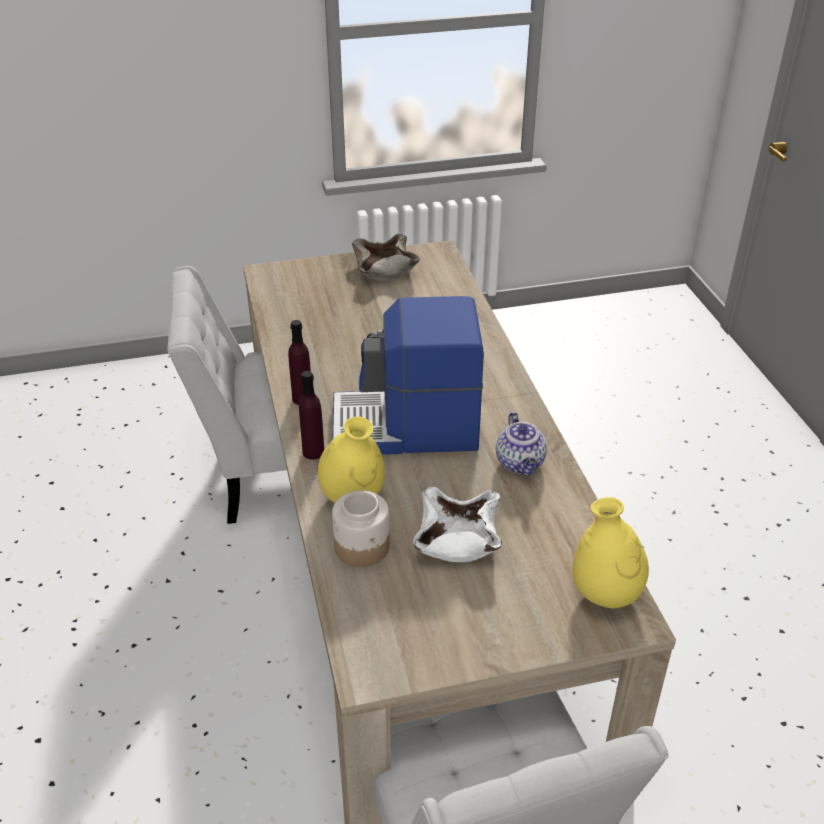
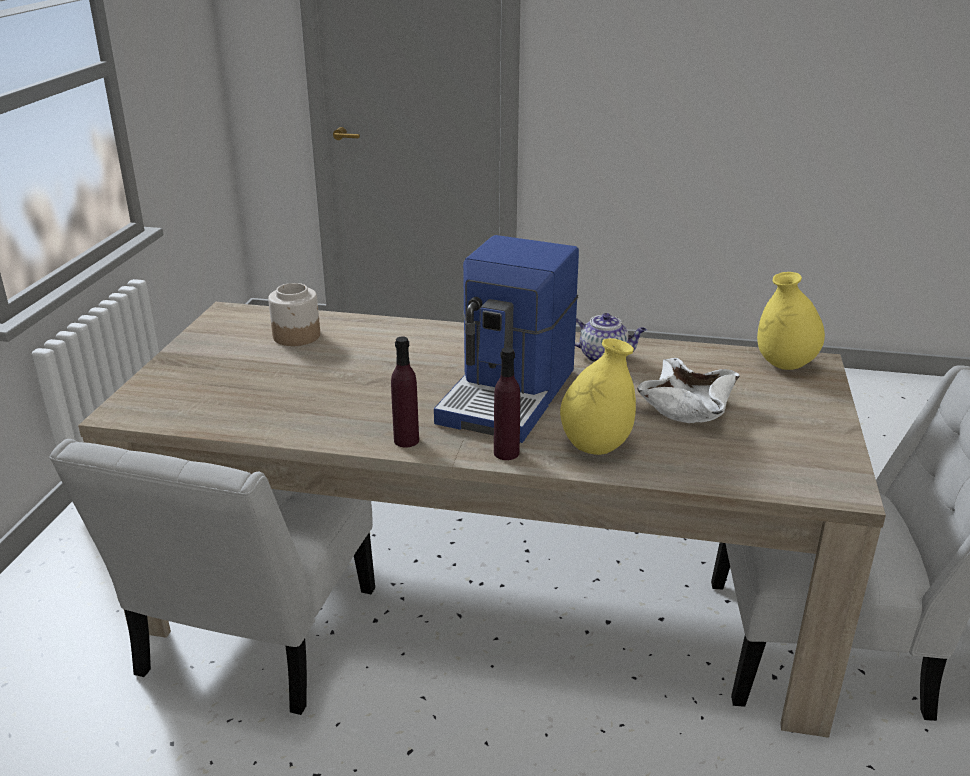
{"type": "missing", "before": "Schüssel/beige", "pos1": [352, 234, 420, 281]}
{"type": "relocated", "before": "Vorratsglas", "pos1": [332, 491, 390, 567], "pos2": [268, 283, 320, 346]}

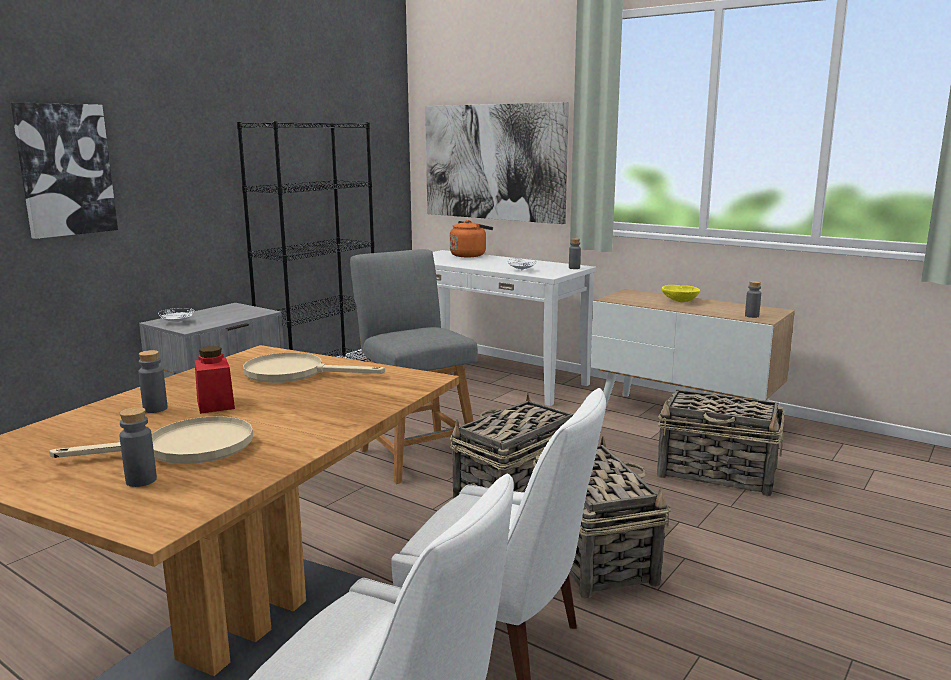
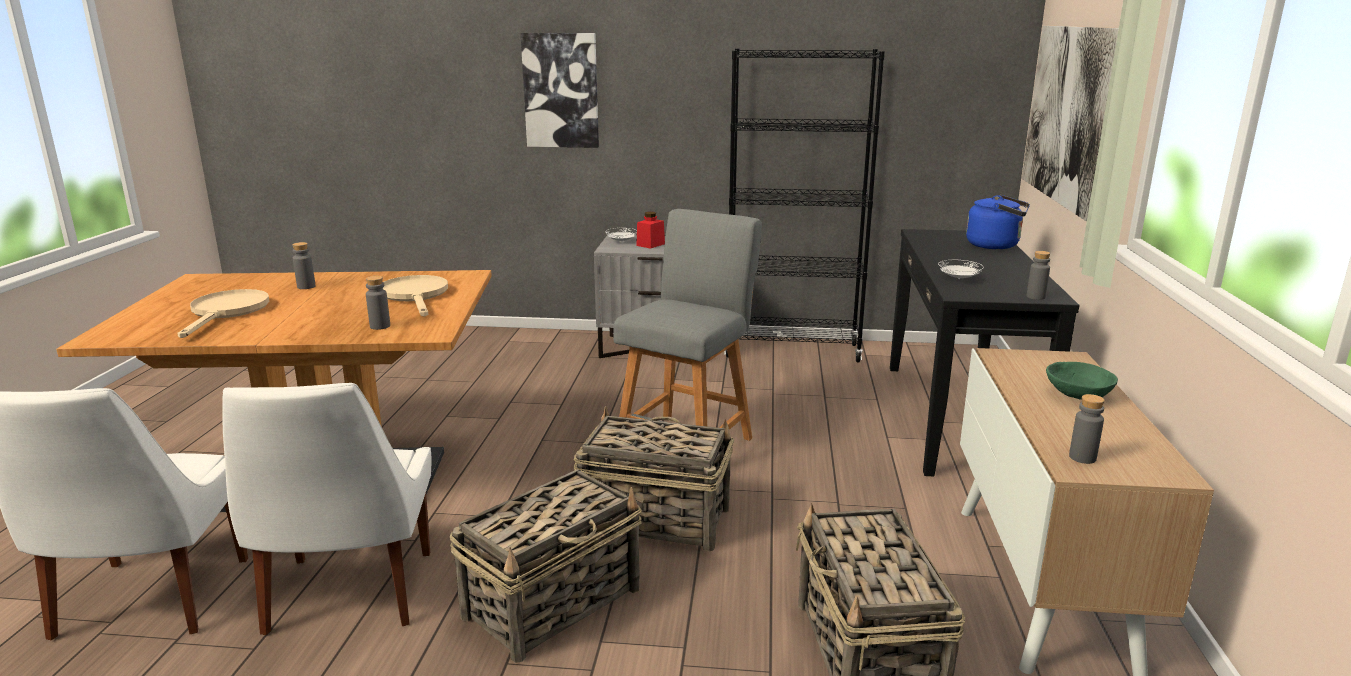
{"type": "relocated", "before": "Flasche/grau", "pos1": [119, 407, 157, 487], "pos2": [366, 276, 390, 330]}
{"type": "relocated", "before": "Vorratsglas/rot", "pos1": [195, 346, 235, 414], "pos2": [636, 212, 665, 249]}
{"type": "colour", "before": "Konsolentisch/weiß", "after": "Konsolentisch/schwarz", "pos1": [433, 250, 596, 406], "pos2": [890, 229, 1079, 477]}
{"type": "colour", "before": "Wasserkessel/orange", "after": "Wasserkessel/blau", "pos1": [450, 220, 493, 257], "pos2": [966, 195, 1030, 249]}
{"type": "colour", "before": "Schüssel/gelb", "after": "Schüssel/grün", "pos1": [662, 285, 700, 302], "pos2": [1046, 362, 1118, 400]}
{"type": "spun", "before": "Pfanne/beige", "pos1": [49, 416, 253, 464], "pos2": [177, 289, 269, 338], "turn": -135}

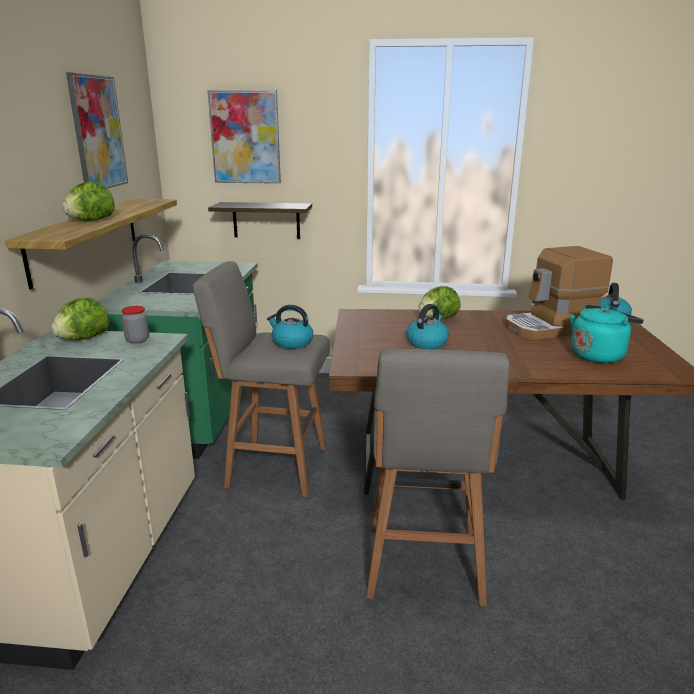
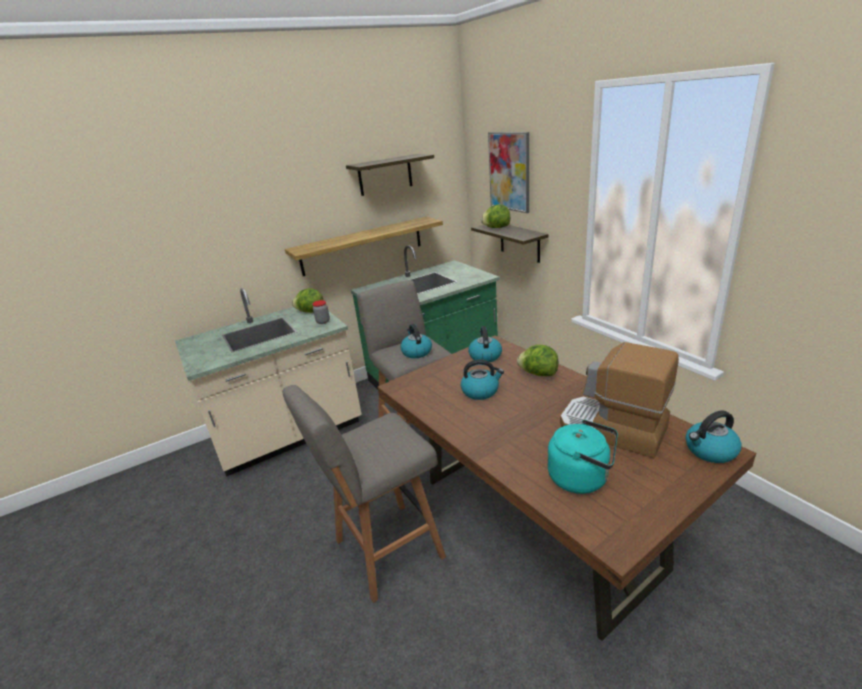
{"type": "appeared", "after": "Wasserkessel", "pos2": [468, 326, 502, 362]}
{"type": "relocated", "before": "Salatkopf", "pos1": [62, 181, 115, 221], "pos2": [481, 204, 510, 228]}
{"type": "exchanged", "before": "Bild", "after": "Wandregal", "pos1": [66, 72, 128, 188], "pos2": [346, 154, 434, 196]}

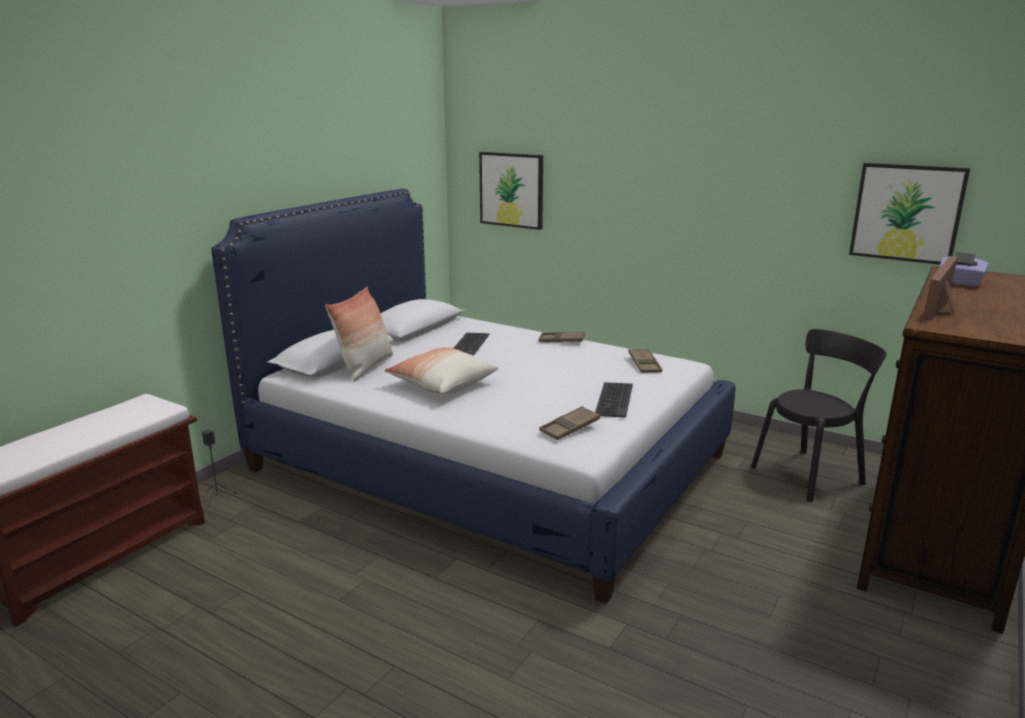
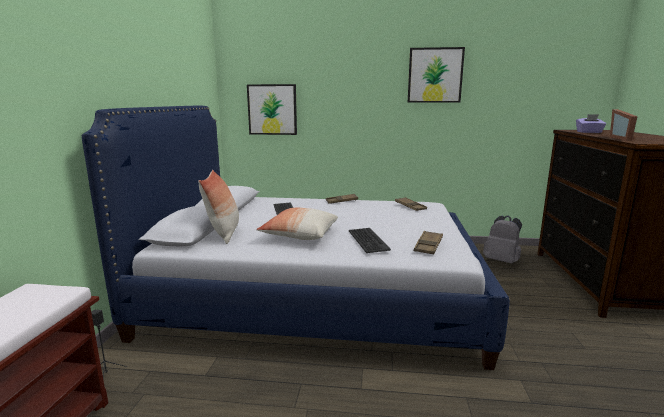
{"type": "relocated", "before": "Tastatur", "pos1": [595, 382, 633, 418], "pos2": [349, 228, 391, 253]}
{"type": "relocated", "before": "Bild", "pos1": [849, 163, 970, 265], "pos2": [408, 47, 465, 103]}
{"type": "exchanged", "before": "Stuhl/schwarz", "after": "Rucksack/grau", "pos1": [751, 329, 887, 502], "pos2": [483, 215, 522, 264]}

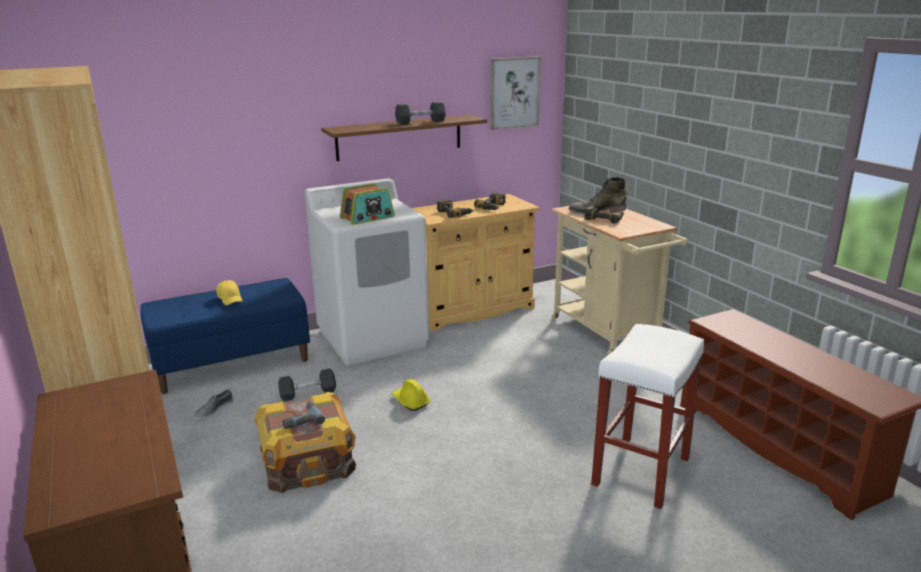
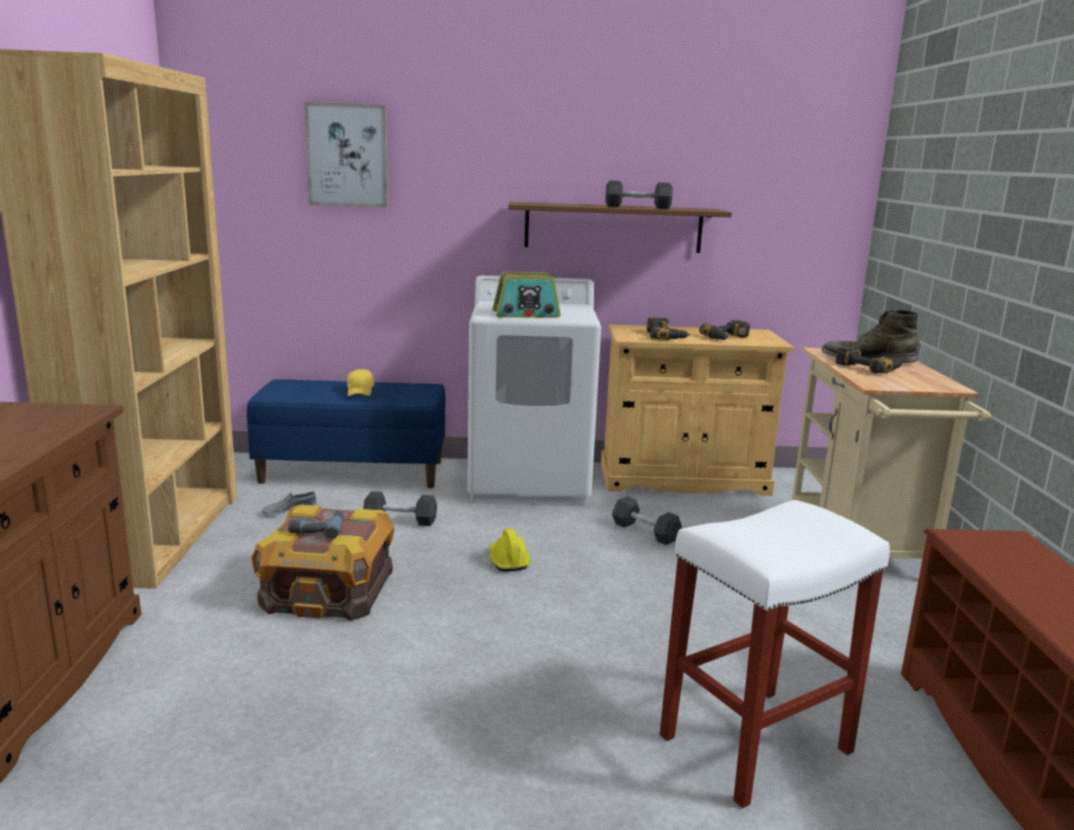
{"type": "appeared", "after": "Hantel/grau", "pos2": [612, 496, 682, 545]}
{"type": "relocated", "before": "Bild", "pos1": [491, 56, 541, 130], "pos2": [304, 102, 388, 208]}

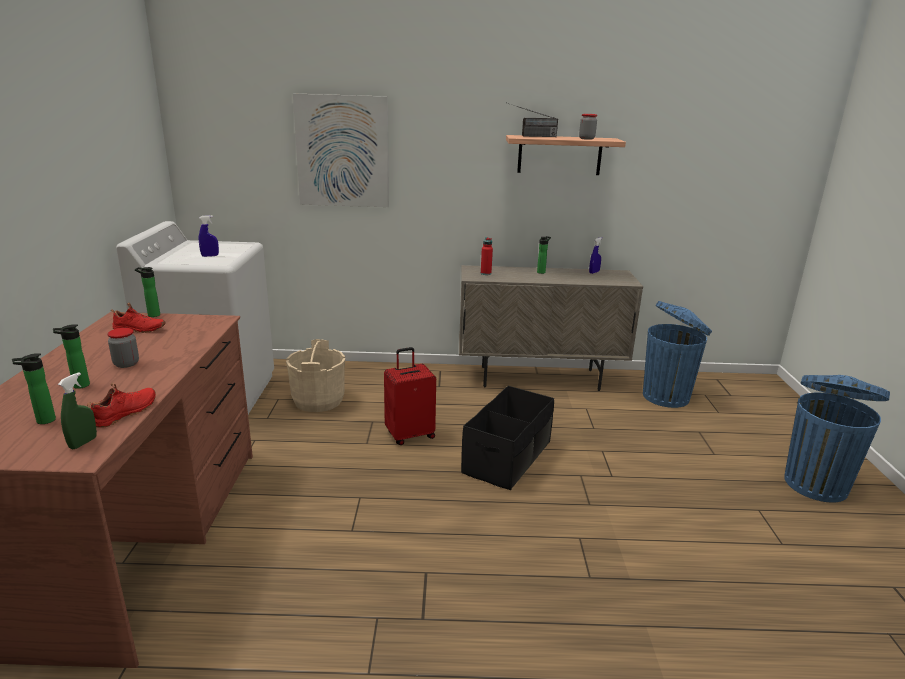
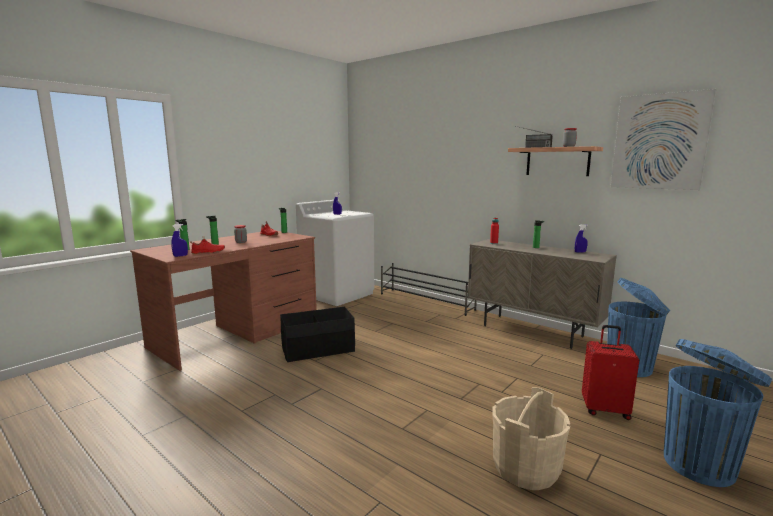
{"type": "appeared", "after": "Schuhregal/schwarz", "pos2": [381, 263, 477, 316]}
{"type": "relocated", "before": "Eimer/beige", "pos1": [286, 339, 345, 412], "pos2": [492, 387, 570, 490]}
{"type": "relocated", "before": "Bild", "pos1": [293, 93, 389, 207], "pos2": [611, 89, 716, 190]}
{"type": "relocated", "before": "Koffer/rot", "pos1": [384, 347, 436, 445], "pos2": [582, 325, 639, 420]}
{"type": "relocated", "before": "Aufbewahrungsbox/schwarz", "pos1": [461, 386, 554, 490], "pos2": [280, 307, 355, 362]}
{"type": "colour", "before": "Sprühflasche/grün", "after": "Sprühflasche/blau", "pos1": [58, 372, 97, 449], "pos2": [171, 224, 188, 257]}

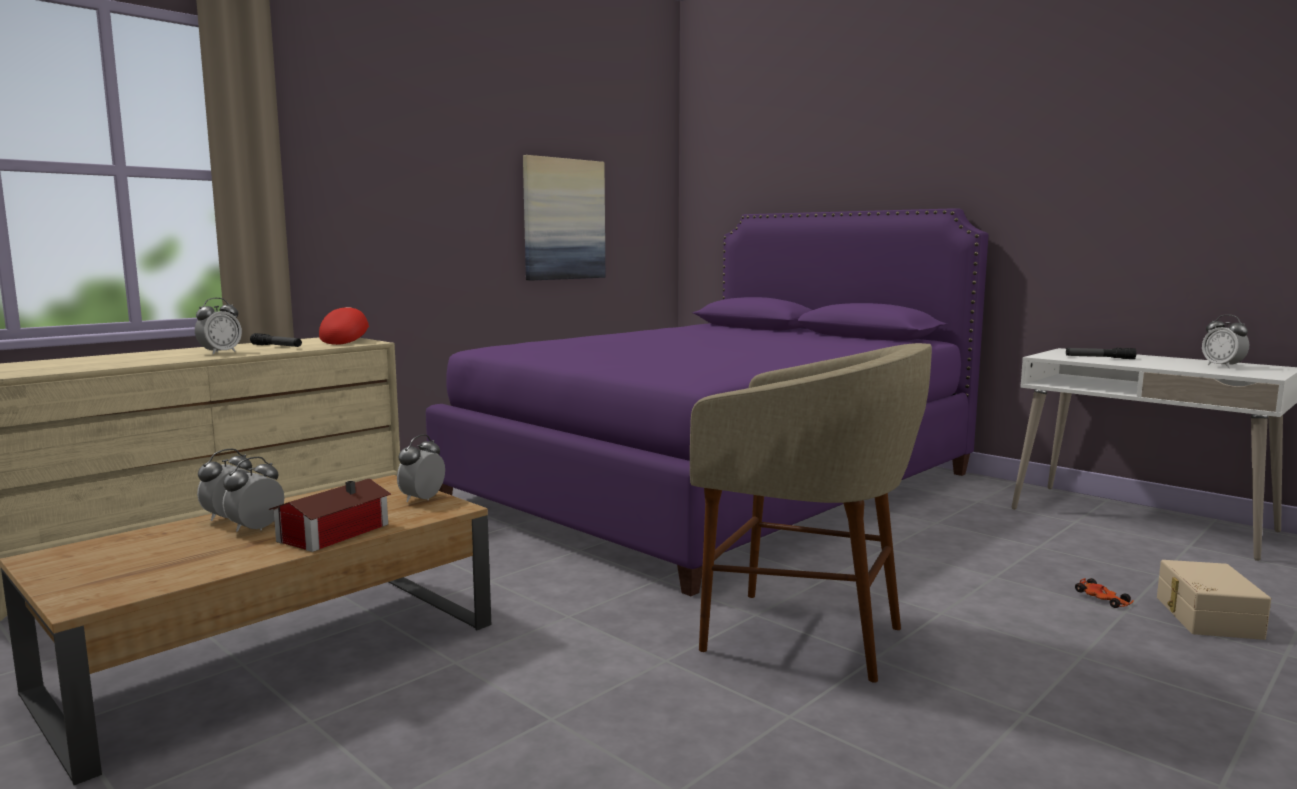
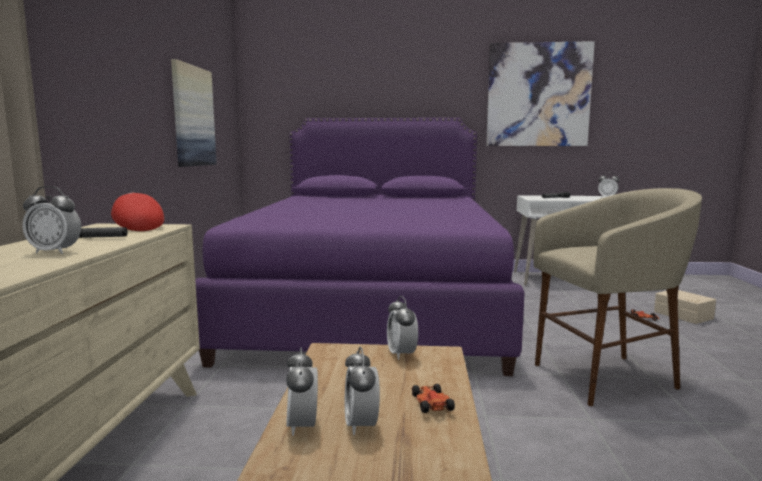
{"type": "appeared", "after": "Bild", "pos2": [486, 41, 595, 146]}
{"type": "exchanged", "before": "Spielzeughaus", "after": "Spielzeugauto", "pos1": [269, 478, 391, 552], "pos2": [411, 384, 455, 413]}
{"type": "spun", "before": "Wecker", "pos1": [195, 298, 242, 355], "pos2": [22, 186, 81, 254], "turn": 105}

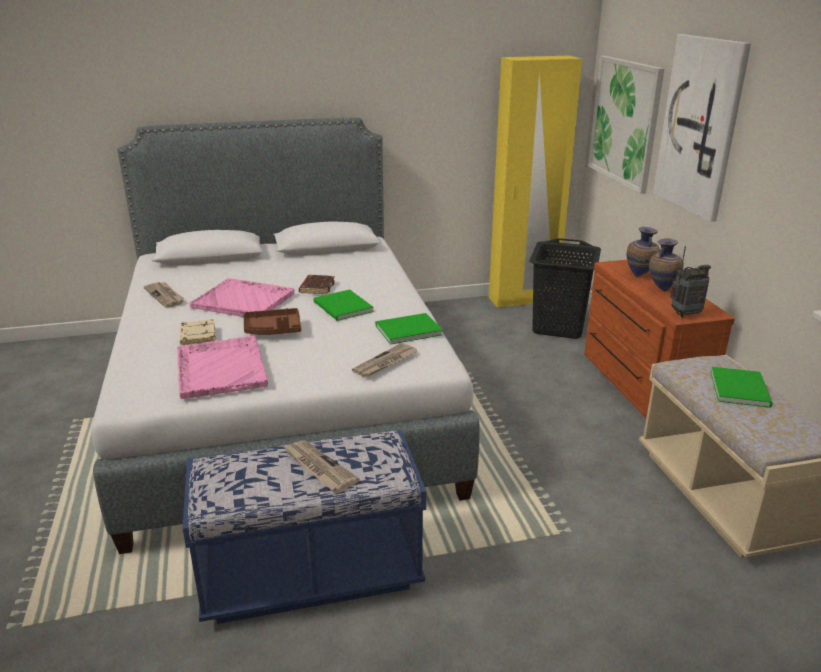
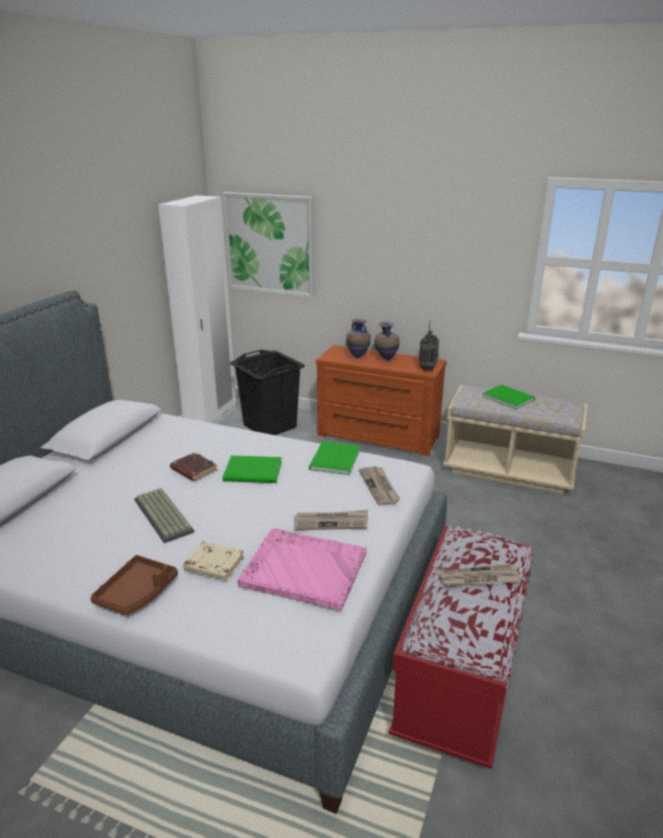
{"type": "missing", "before": "Bild", "pos1": [653, 34, 751, 222]}
{"type": "relocated", "before": "Zeitung", "pos1": [144, 282, 184, 308], "pos2": [294, 510, 368, 530]}
{"type": "relocated", "before": "Tablett/braun", "pos1": [244, 308, 301, 335], "pos2": [91, 555, 178, 615]}
{"type": "exchanged", "before": "Tablett/rosa", "after": "Tastatur", "pos1": [189, 278, 294, 317], "pos2": [134, 488, 194, 543]}
{"type": "colour", "before": "Bank/blau", "after": "Bank/rot", "pos1": [183, 430, 426, 624], "pos2": [389, 526, 534, 769]}
{"type": "colour", "before": "Kleiderschrank/gelb", "after": "Kleiderschrank/weiß", "pos1": [489, 56, 582, 308], "pos2": [158, 195, 236, 424]}

